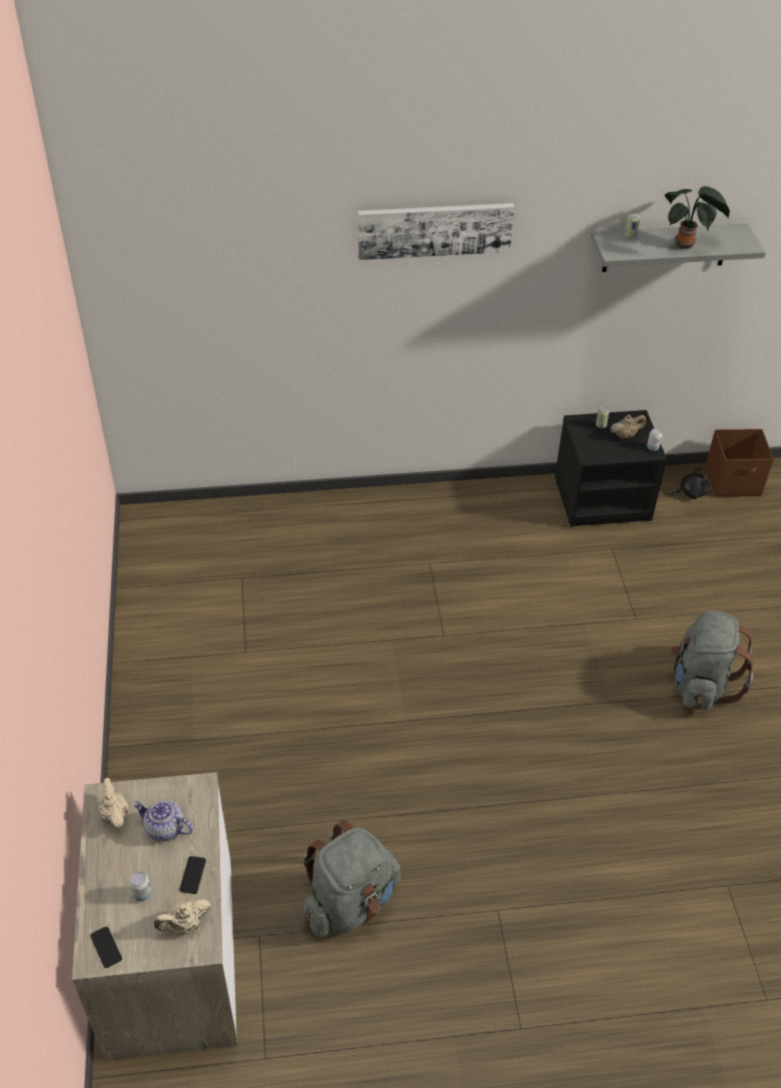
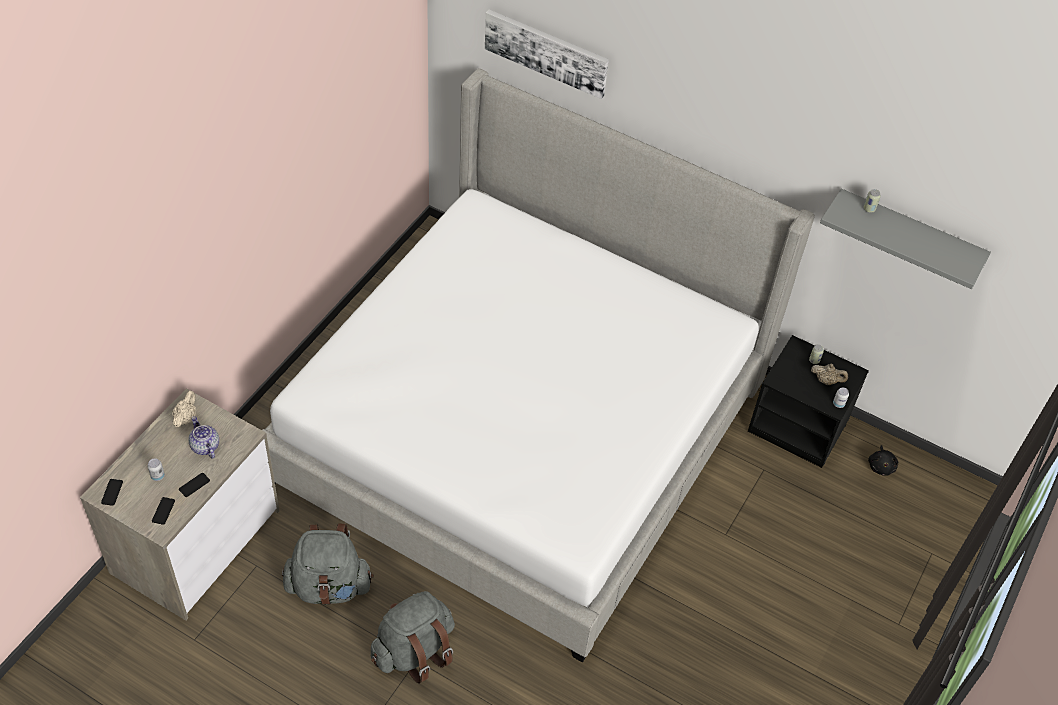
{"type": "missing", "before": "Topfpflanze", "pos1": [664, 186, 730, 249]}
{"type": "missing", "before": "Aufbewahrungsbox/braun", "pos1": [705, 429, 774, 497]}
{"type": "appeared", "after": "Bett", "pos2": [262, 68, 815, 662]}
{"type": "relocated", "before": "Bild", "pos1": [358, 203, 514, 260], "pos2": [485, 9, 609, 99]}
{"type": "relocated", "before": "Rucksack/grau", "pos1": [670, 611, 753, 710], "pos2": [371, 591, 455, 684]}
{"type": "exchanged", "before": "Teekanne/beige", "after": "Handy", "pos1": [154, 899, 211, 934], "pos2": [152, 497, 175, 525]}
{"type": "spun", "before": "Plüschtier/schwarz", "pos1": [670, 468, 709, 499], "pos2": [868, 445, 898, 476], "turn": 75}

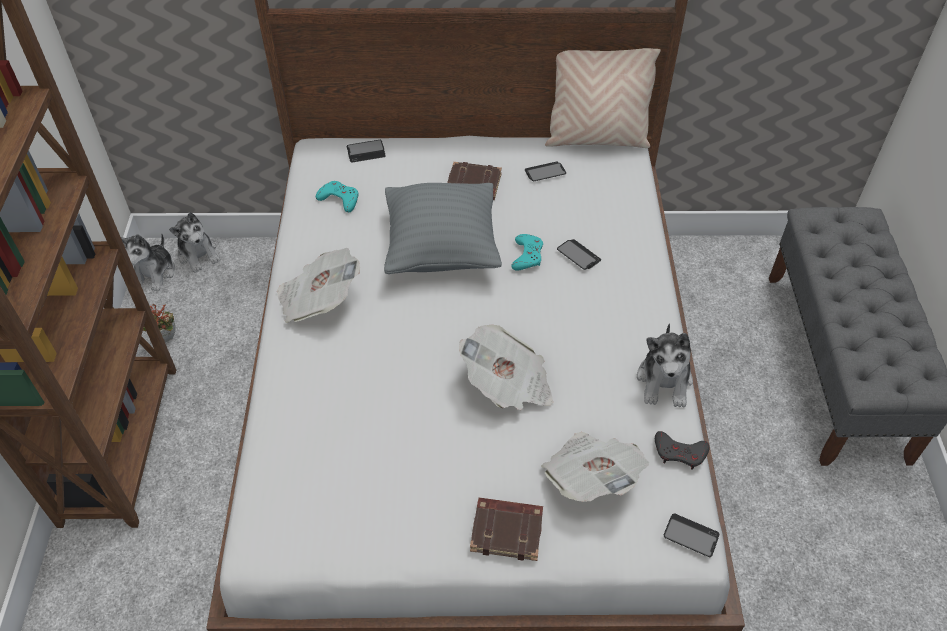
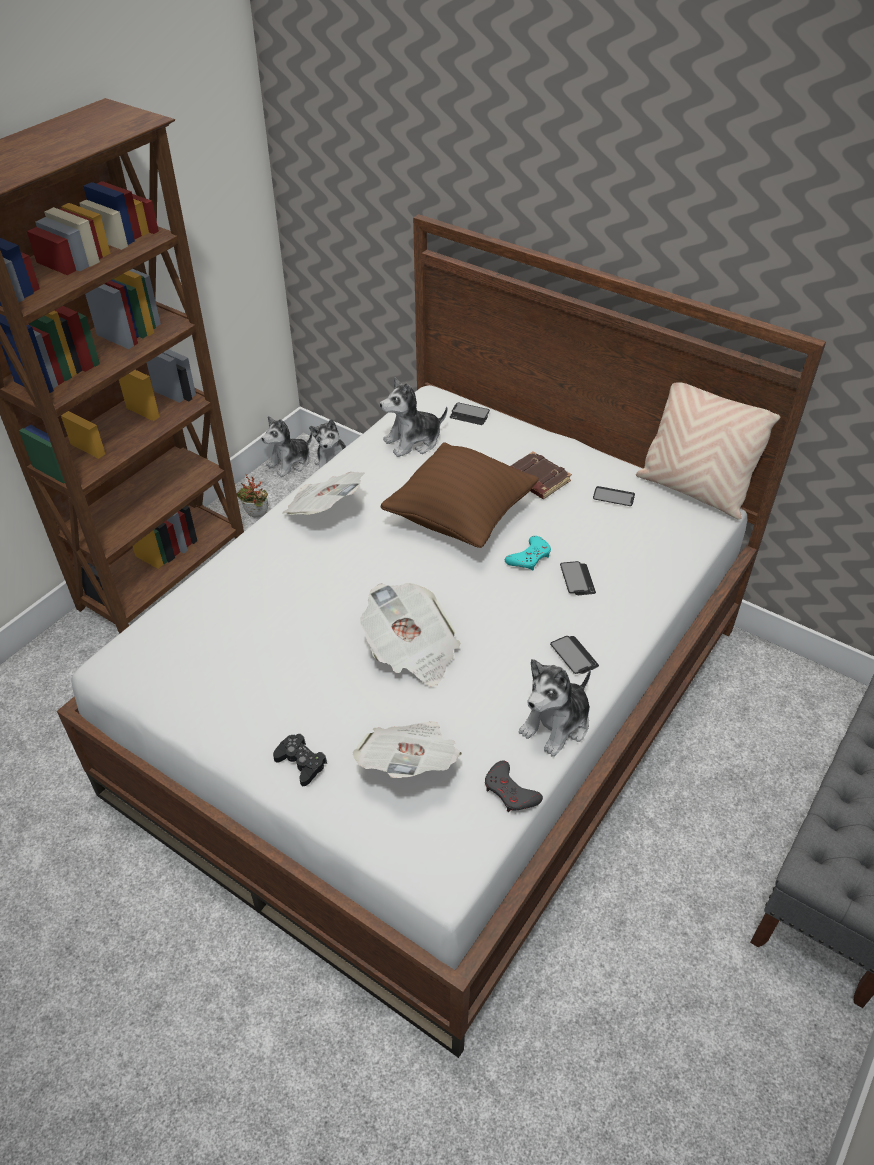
{"type": "relocated", "before": "Handy", "pos1": [664, 513, 719, 557], "pos2": [550, 636, 599, 674]}
{"type": "exchanged", "before": "Gamepad/türkis", "after": "Plüschtier", "pos1": [316, 181, 358, 213], "pos2": [380, 377, 447, 457]}
{"type": "exchanged", "before": "Buch/braun", "after": "Gamepad/schwarz", "pos1": [470, 498, 543, 561], "pos2": [273, 734, 327, 786]}
{"type": "colour", "before": "Kissen/grau", "after": "Kissen/braun", "pos1": [384, 183, 502, 274], "pos2": [380, 442, 539, 548]}

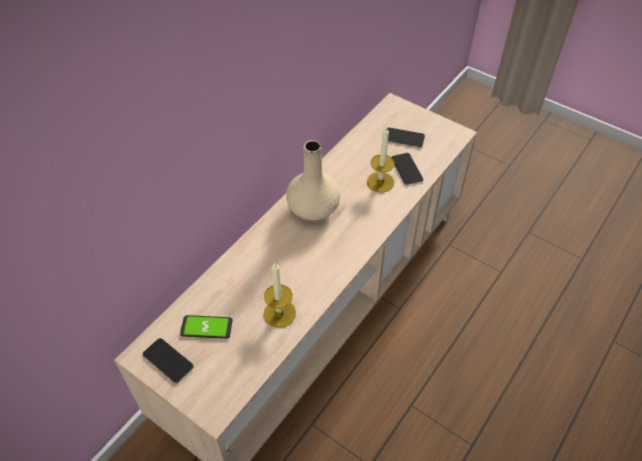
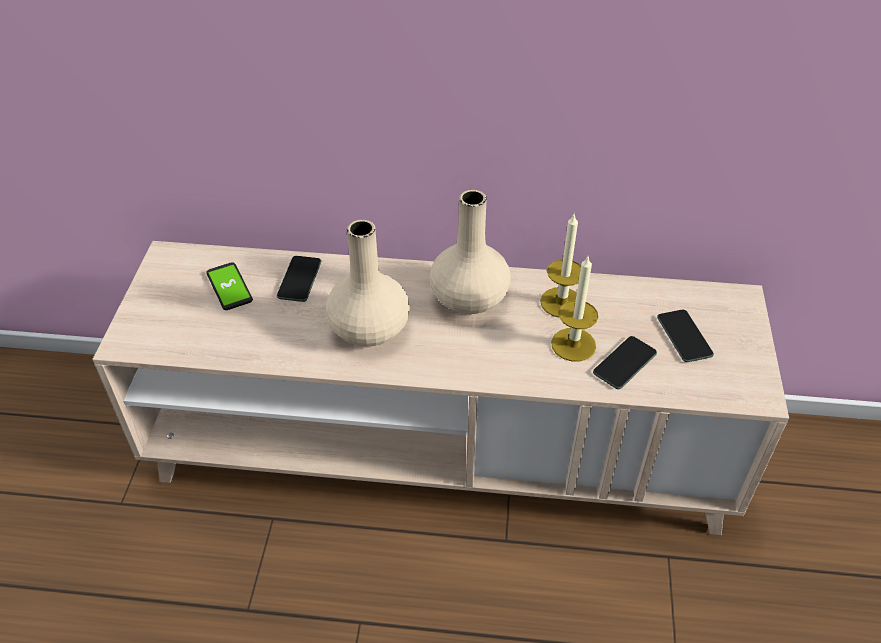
{"type": "appeared", "after": "Vase/beige", "pos2": [326, 220, 410, 346]}
{"type": "relocated", "before": "Handy", "pos1": [143, 338, 194, 383], "pos2": [277, 256, 321, 302]}
{"type": "relocated", "before": "Kerze", "pos1": [264, 263, 296, 328], "pos2": [540, 214, 581, 317]}

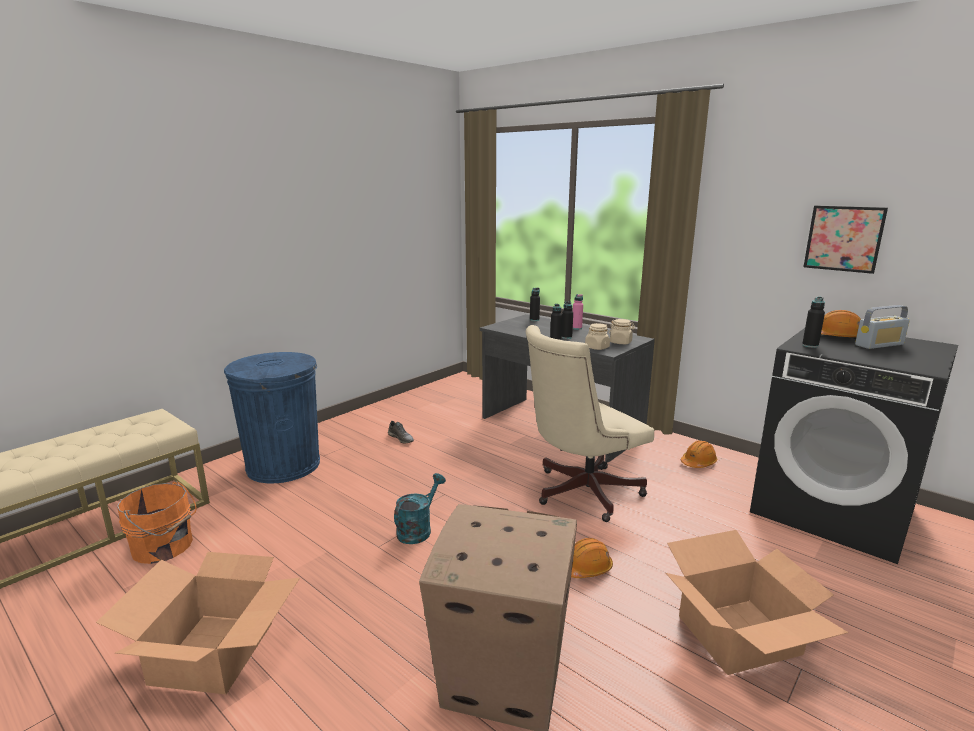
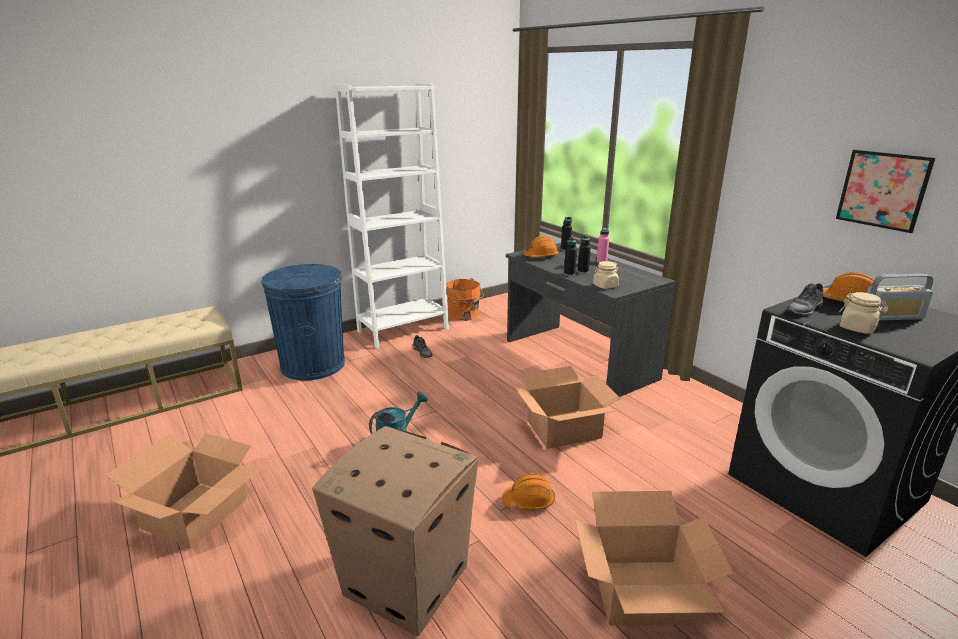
{"type": "appeared", "after": "Bücherregal/weiß", "pos2": [335, 83, 449, 349]}
{"type": "relocated", "before": "Eimer/orange", "pos1": [117, 481, 197, 564], "pos2": [446, 278, 483, 321]}
{"type": "relocated", "before": "Vorratsglas/beige", "pos1": [609, 319, 635, 344], "pos2": [839, 292, 888, 334]}
{"type": "relocated", "before": "Schutzhelm/orange", "pos1": [681, 440, 717, 468], "pos2": [523, 236, 559, 257]}
{"type": "exchanged", "before": "Bürostuhl/beige", "after": "Karton", "pos1": [526, 325, 654, 522], "pos2": [514, 366, 621, 449]}
{"type": "exchanged", "before": "Flasche/schwarz", "after": "Schuh/grau", "pos1": [802, 297, 825, 348], "pos2": [786, 284, 824, 316]}

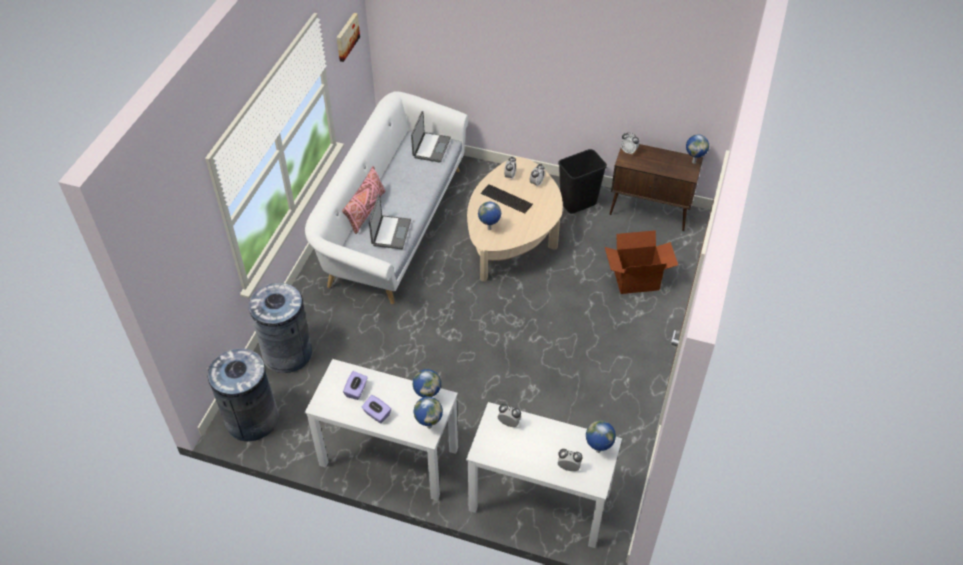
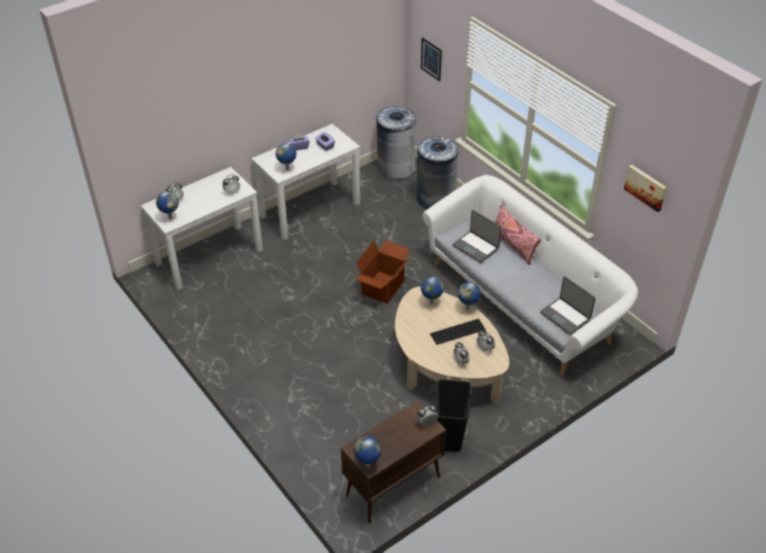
{"type": "appeared", "after": "Bild", "pos2": [421, 37, 442, 82]}
{"type": "relocated", "before": "Globus", "pos1": [413, 397, 443, 429], "pos2": [458, 282, 481, 310]}
{"type": "relocated", "before": "Karton", "pos1": [605, 230, 678, 294], "pos2": [355, 240, 412, 304]}

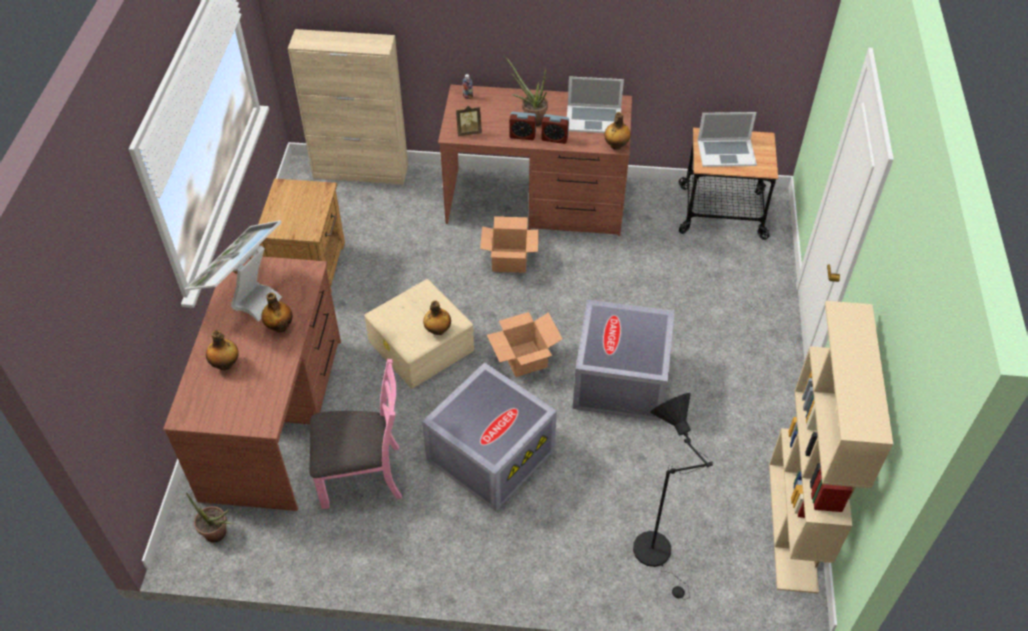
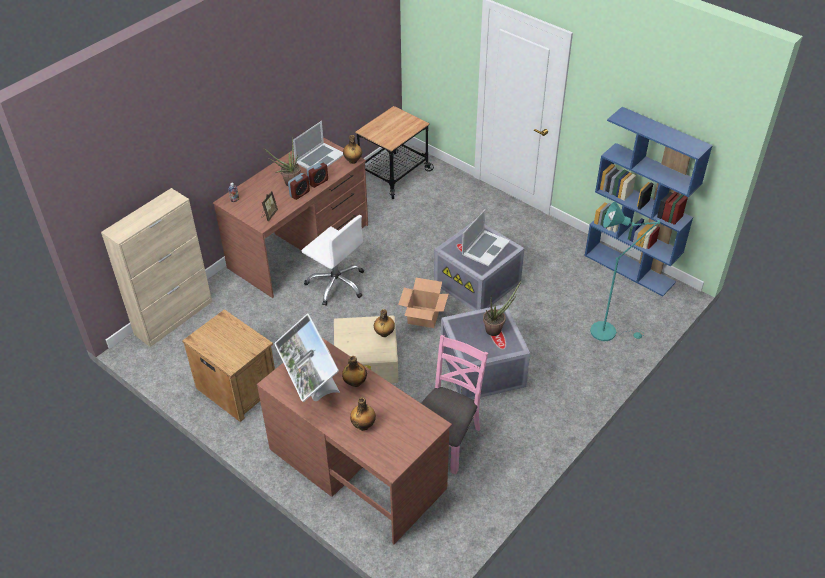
{"type": "relocated", "before": "Topfpflanze", "pos1": [186, 493, 234, 543], "pos2": [483, 281, 521, 336]}
{"type": "relocated", "before": "Laptop", "pos1": [698, 112, 757, 167], "pos2": [462, 209, 510, 266]}
{"type": "exchanged", "before": "Karton", "after": "Bürostuhl/weiß", "pos1": [480, 216, 539, 273], "pos2": [302, 215, 364, 306]}
{"type": "colour", "before": "Stehlampe/schwarz", "after": "Stehlampe/türkis", "pos1": [633, 393, 713, 600], "pos2": [590, 201, 660, 341]}
{"type": "colour", "before": "Bücherregal/beige", "after": "Bücherregal/blau", "pos1": [769, 301, 893, 594], "pos2": [584, 107, 713, 296]}

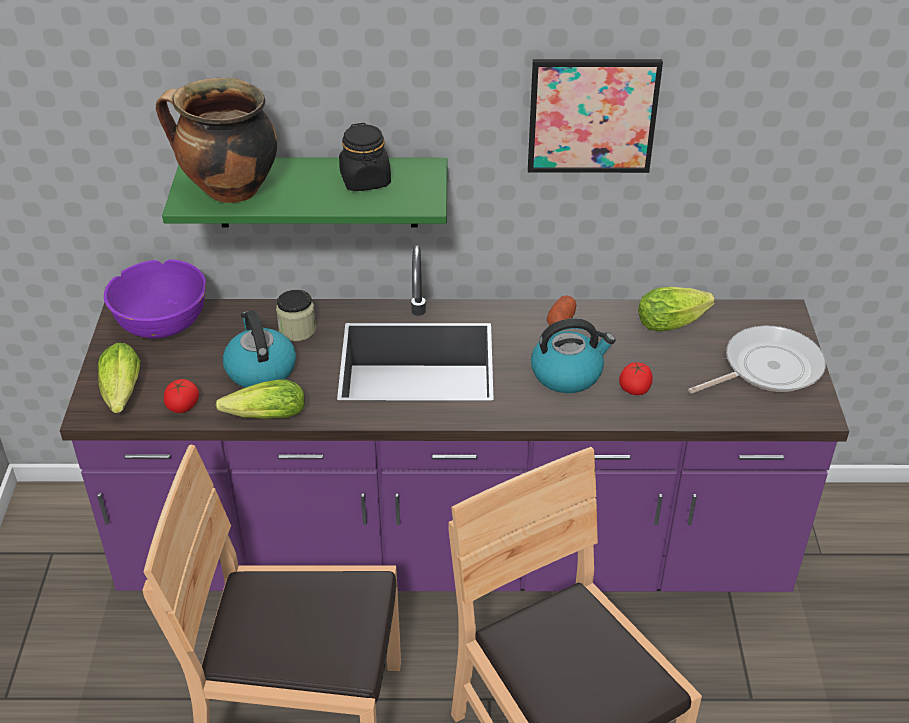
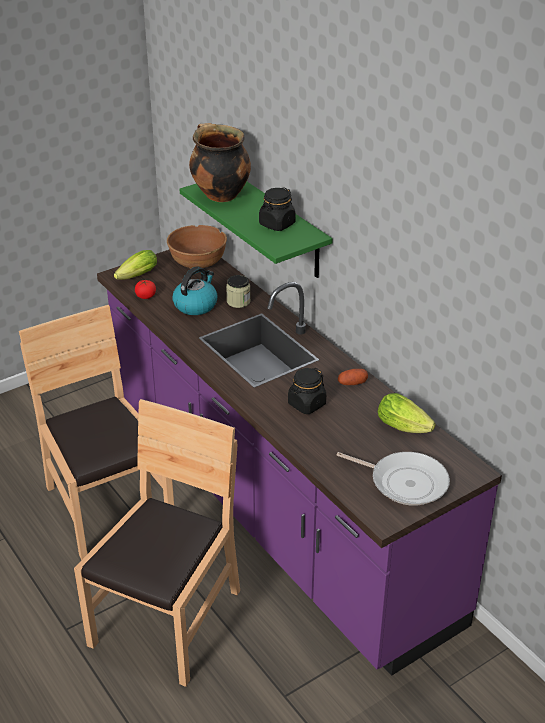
{"type": "missing", "before": "Salatkopf", "pos1": [216, 379, 305, 419]}
{"type": "missing", "before": "Bild", "pos1": [528, 59, 663, 173]}
{"type": "missing", "before": "Tomate", "pos1": [619, 362, 653, 395]}
{"type": "exchanged", "before": "Wasserkessel", "after": "Vorratsglas/schwarz", "pos1": [531, 318, 616, 393], "pos2": [288, 368, 326, 414]}
{"type": "colour", "before": "Schüssel/lila", "after": "Schüssel/braun", "pos1": [104, 259, 206, 339], "pos2": [167, 225, 227, 269]}

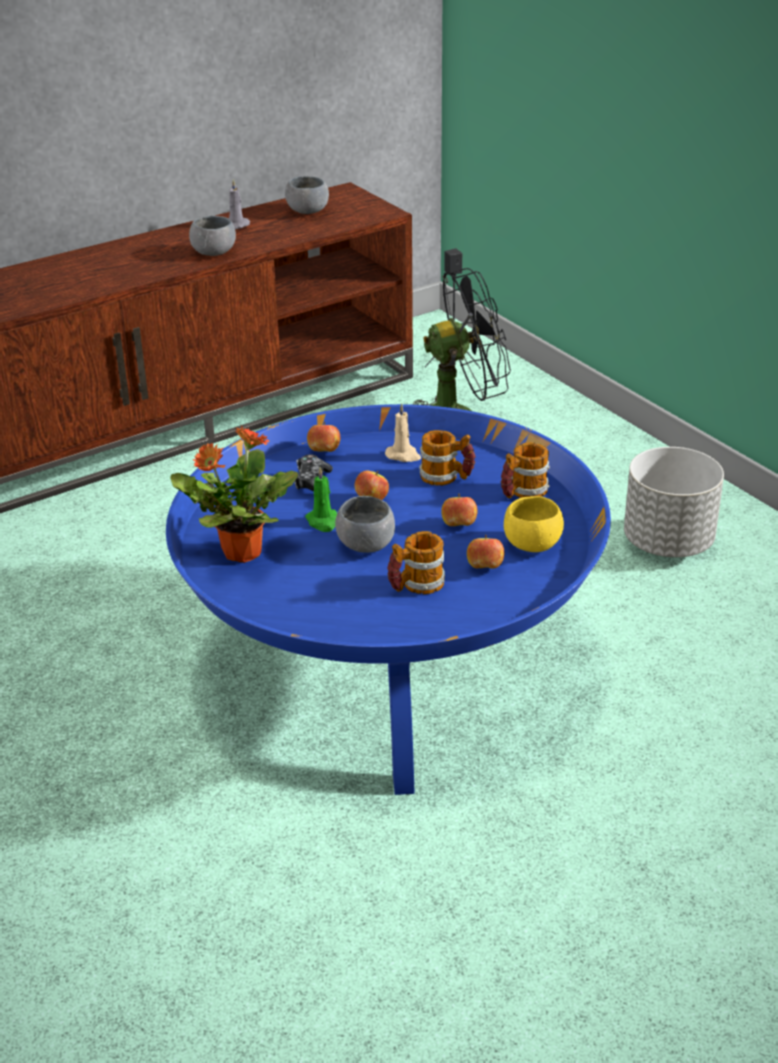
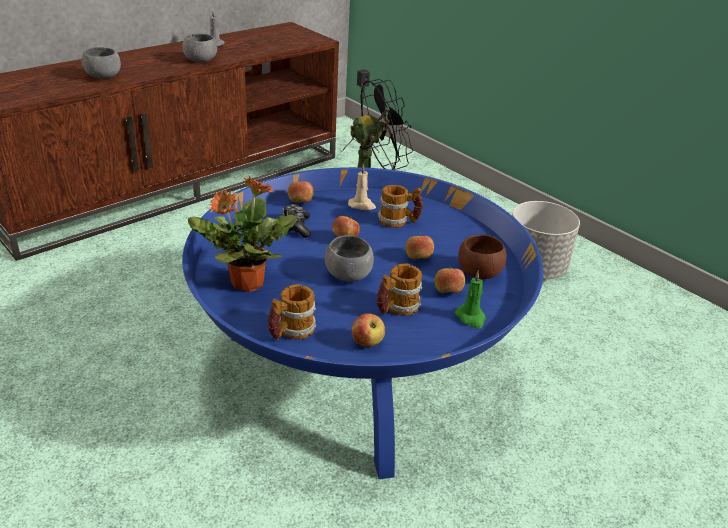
{"type": "appeared", "after": "Apfel", "pos2": [352, 313, 385, 347]}
{"type": "relocated", "before": "Schüssel/grau", "pos1": [285, 176, 329, 214], "pos2": [81, 47, 121, 79]}
{"type": "relocated", "before": "Kerze/grün", "pos1": [305, 467, 337, 532], "pos2": [455, 271, 486, 329]}
{"type": "relocated", "before": "Henkelbecher", "pos1": [501, 442, 550, 499], "pos2": [268, 284, 316, 340]}
{"type": "colour", "before": "Schüssel/gelb", "after": "Schüssel/braun", "pos1": [504, 496, 564, 552], "pos2": [458, 234, 507, 279]}

